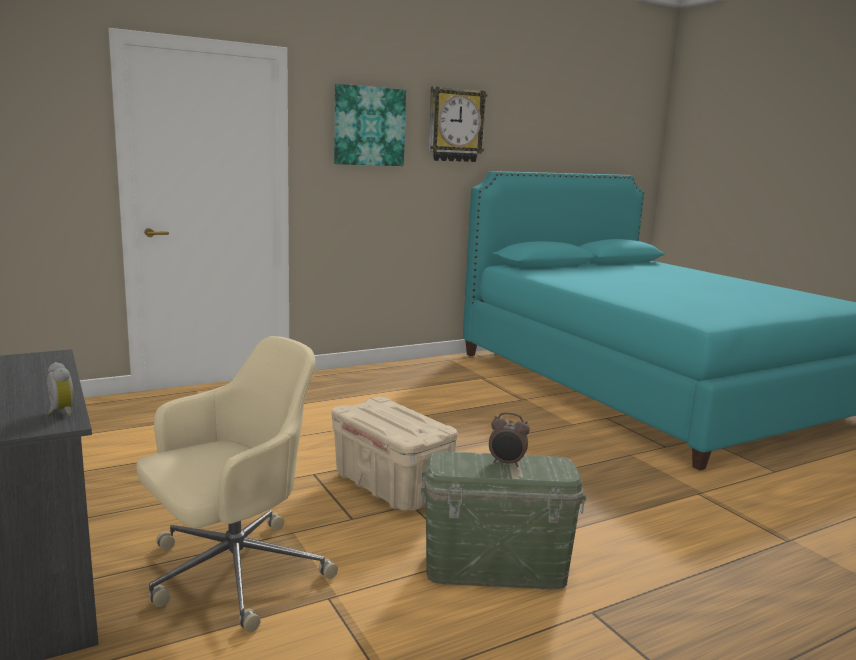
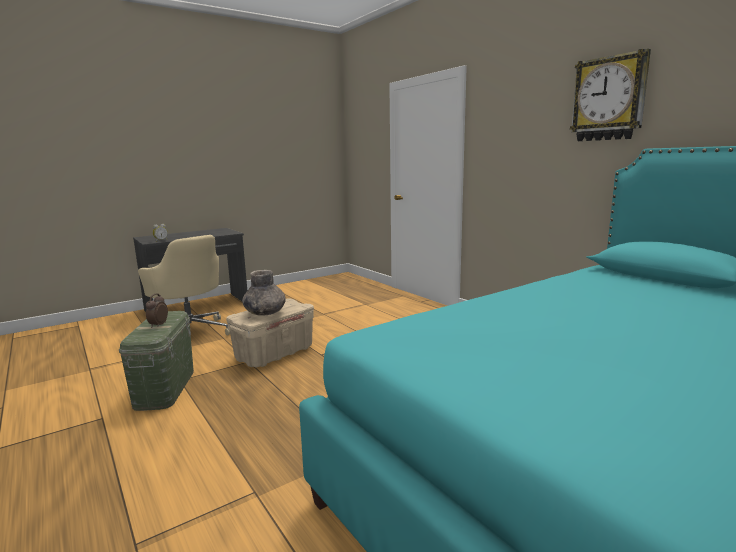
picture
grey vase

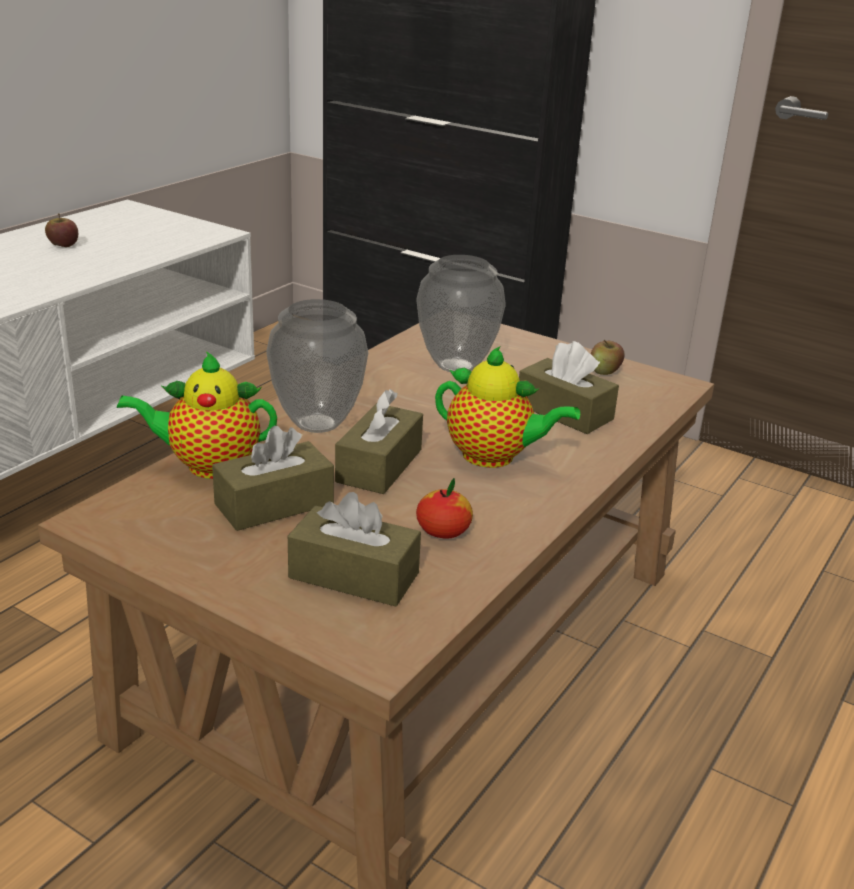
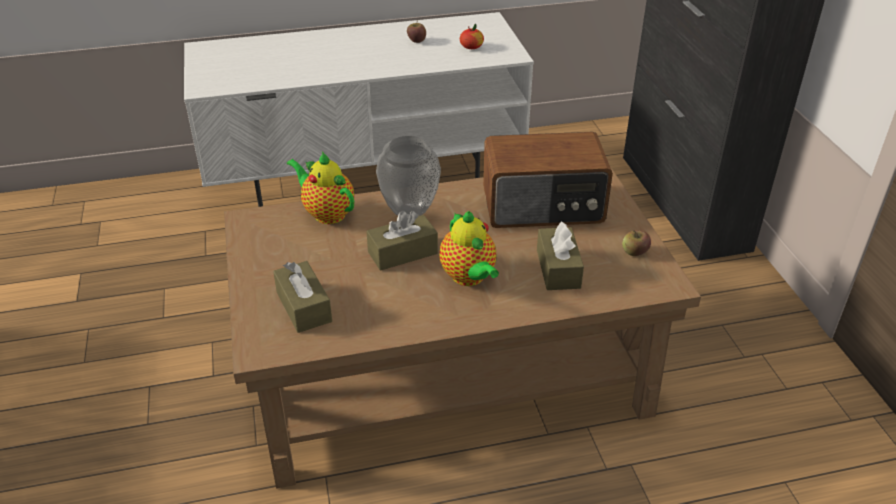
brown tissue box (no. 1 from left in the first image)
apple (no. 2 from left)
radio

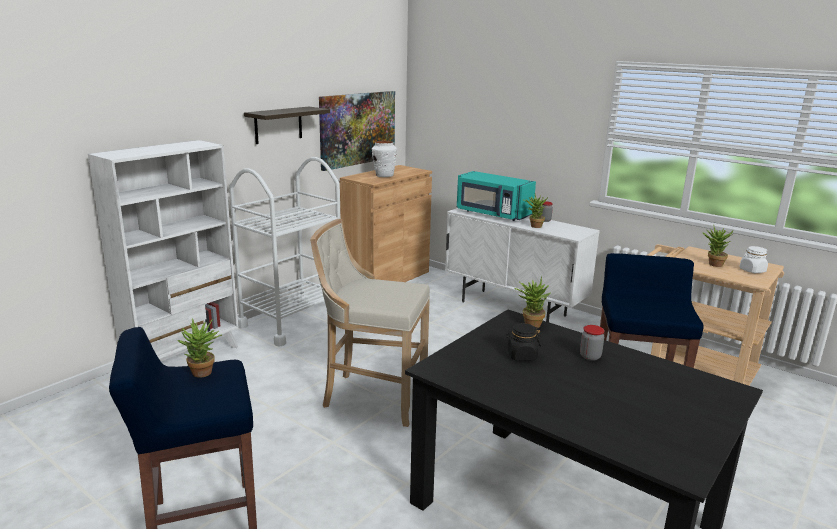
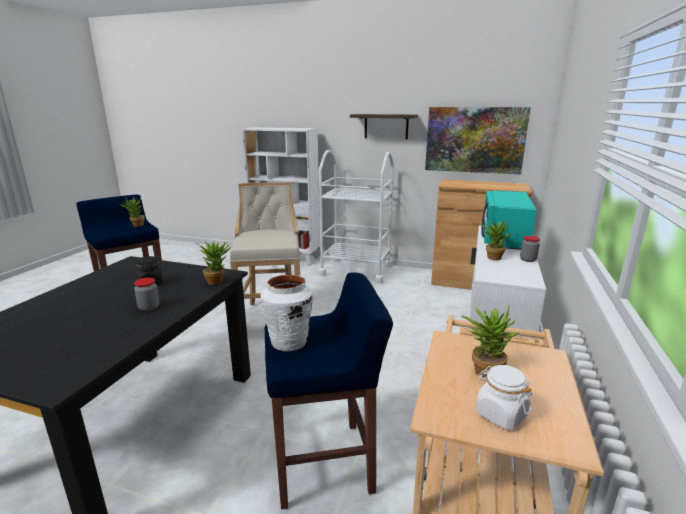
white vase

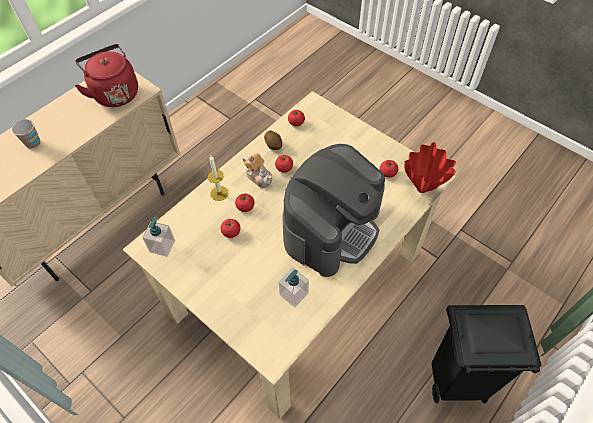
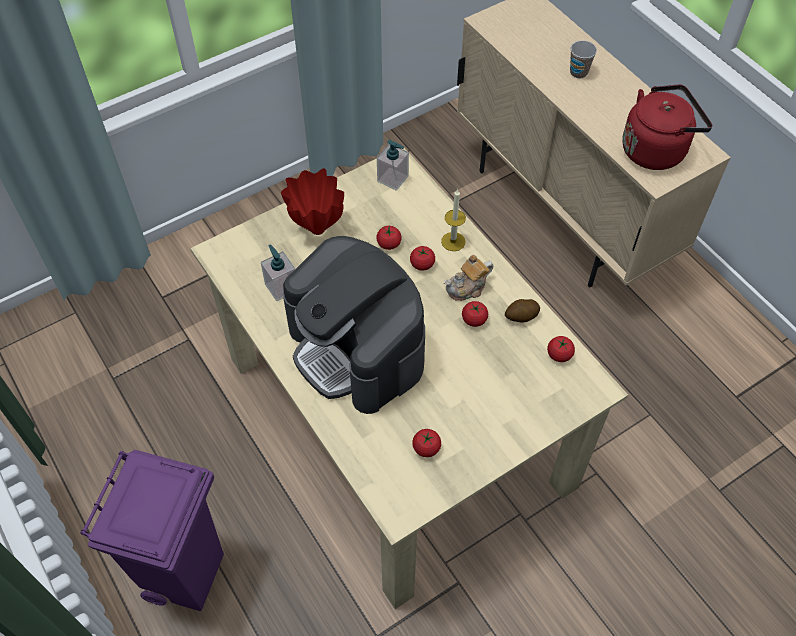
red vase
purple trash can

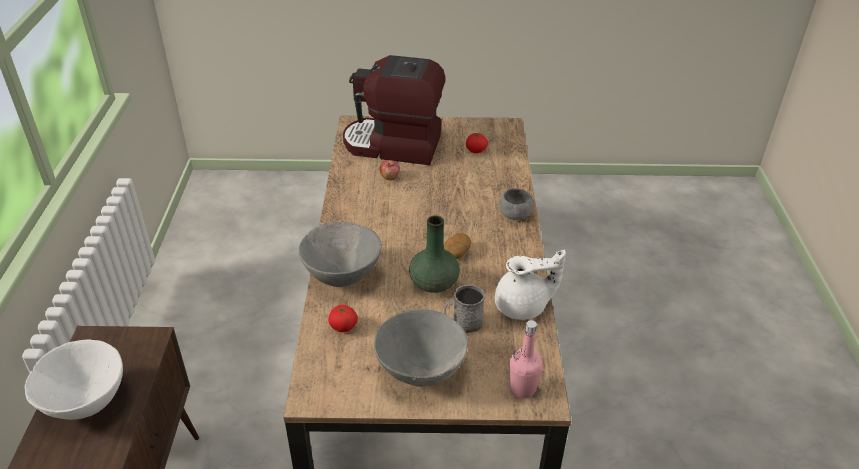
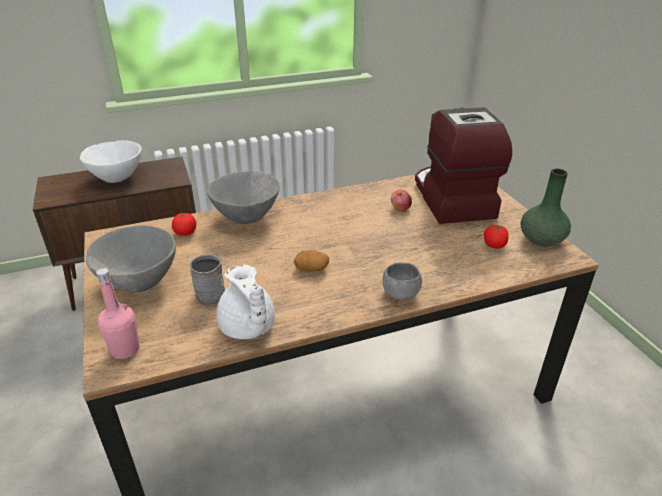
green vase

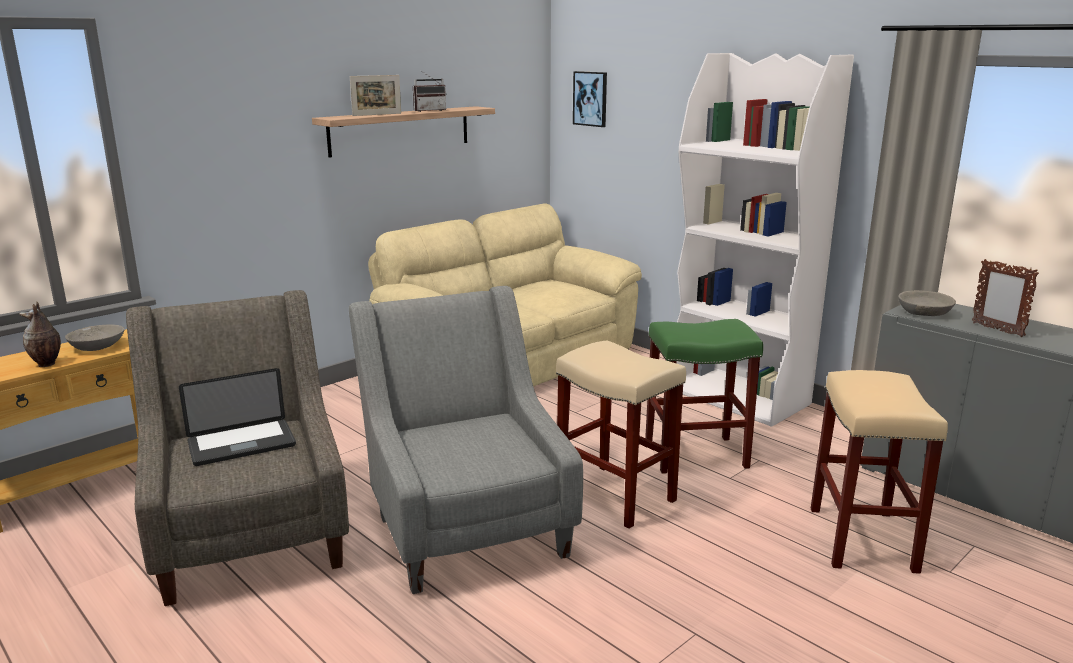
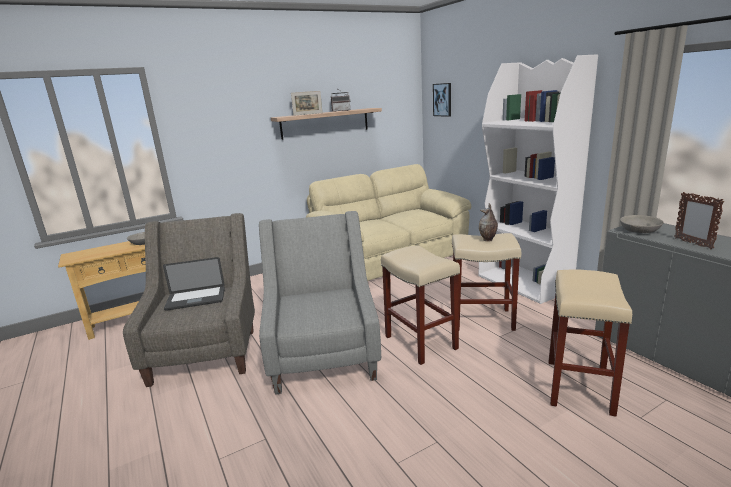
vase
beige stool (no. 2 from left)

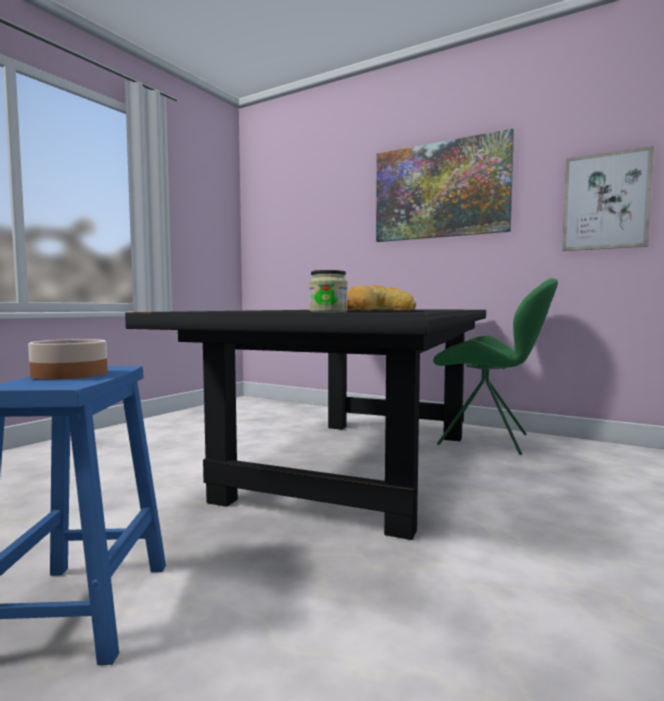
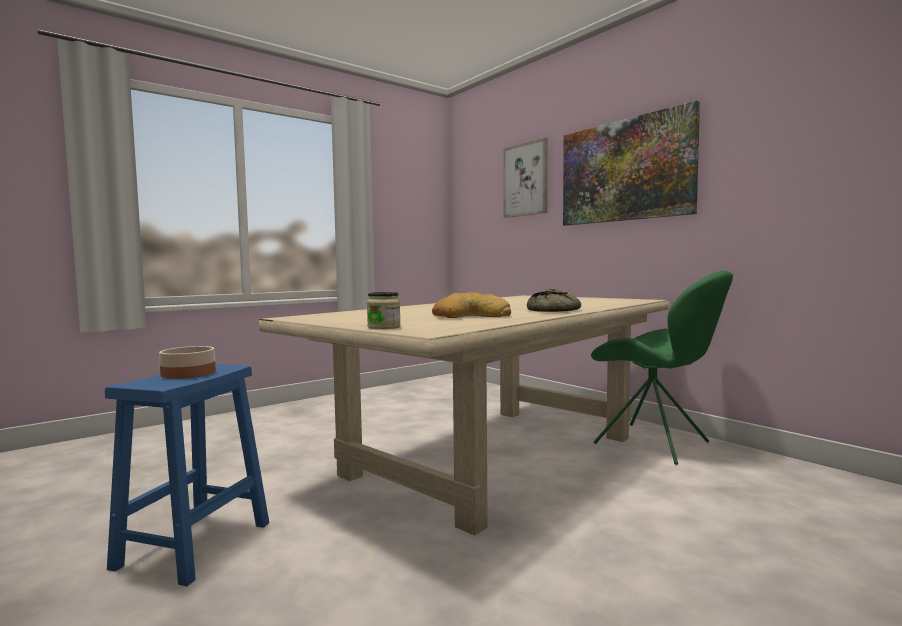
bread (no. 2 from left)
picture (no. 1 from left)
beige dining table

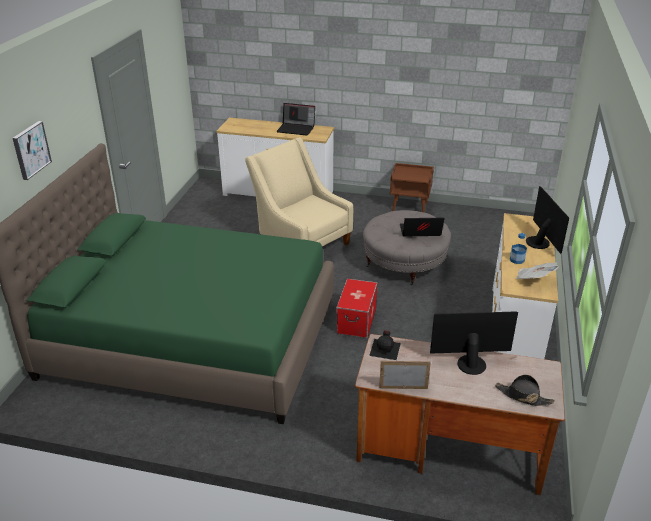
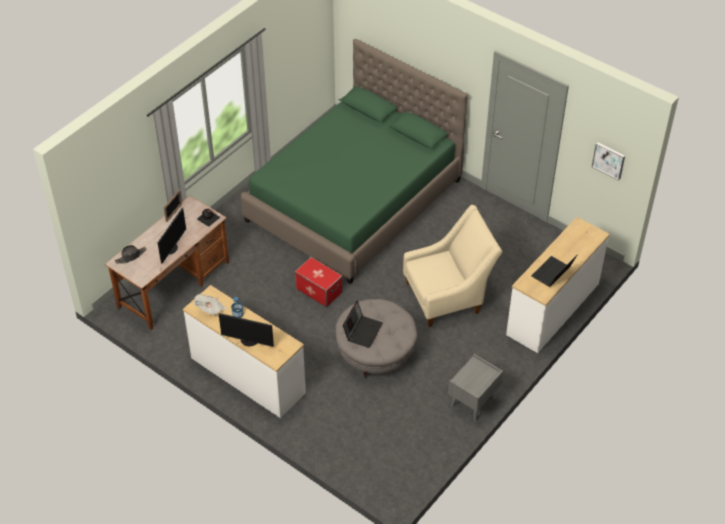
picture
grey nightstand

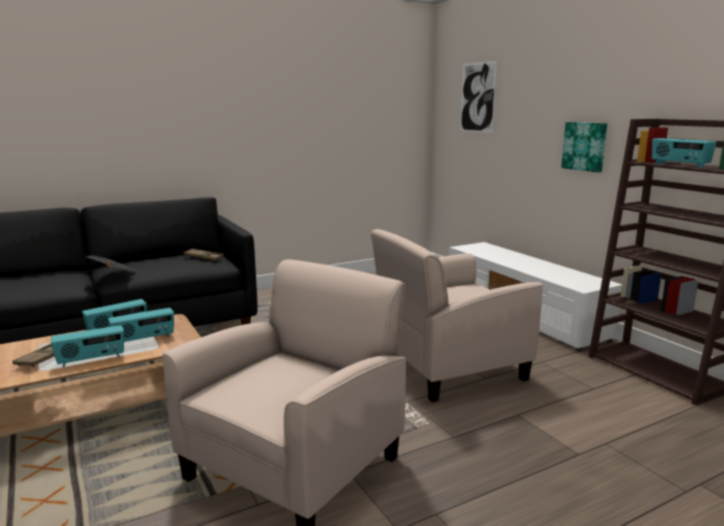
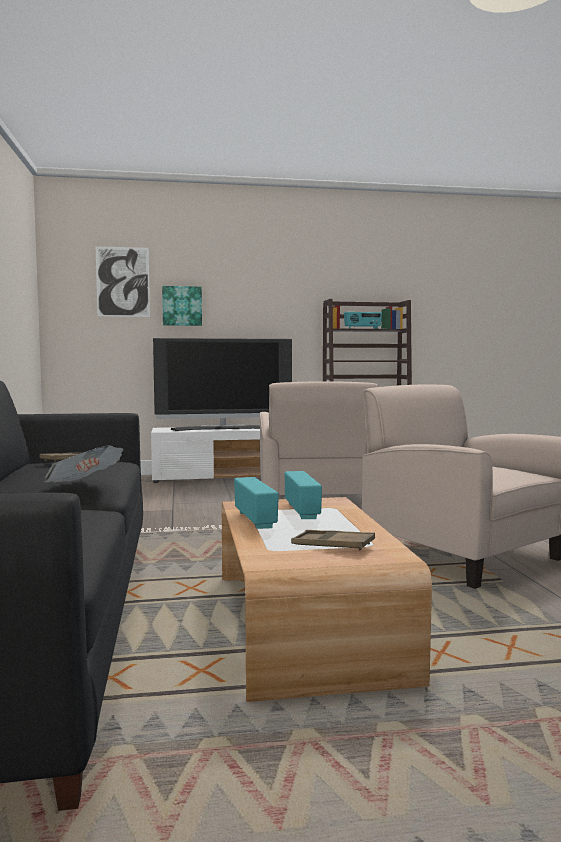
radio (no. 1 from left in the first image)
television
picture (no. 2 from left)

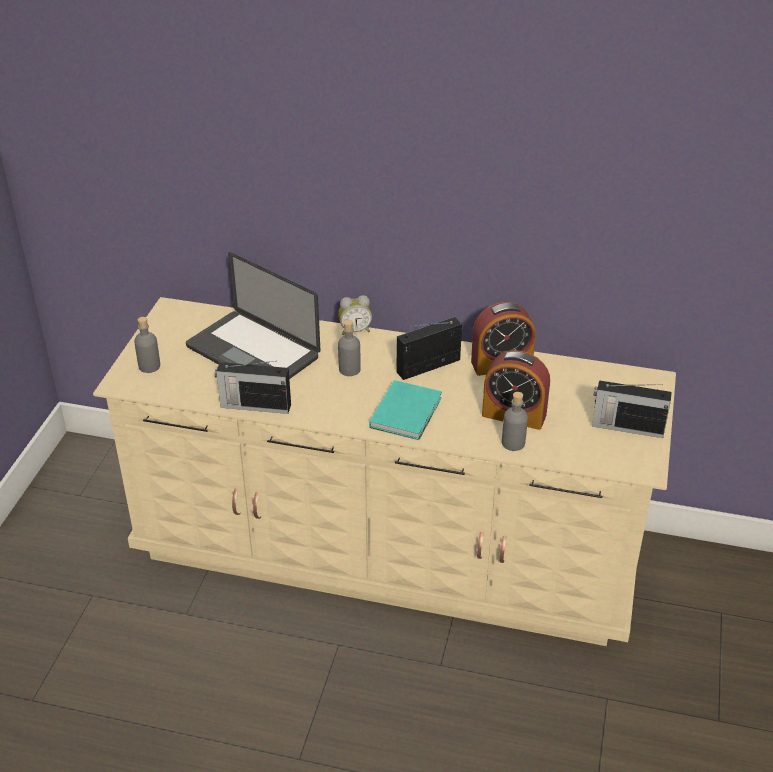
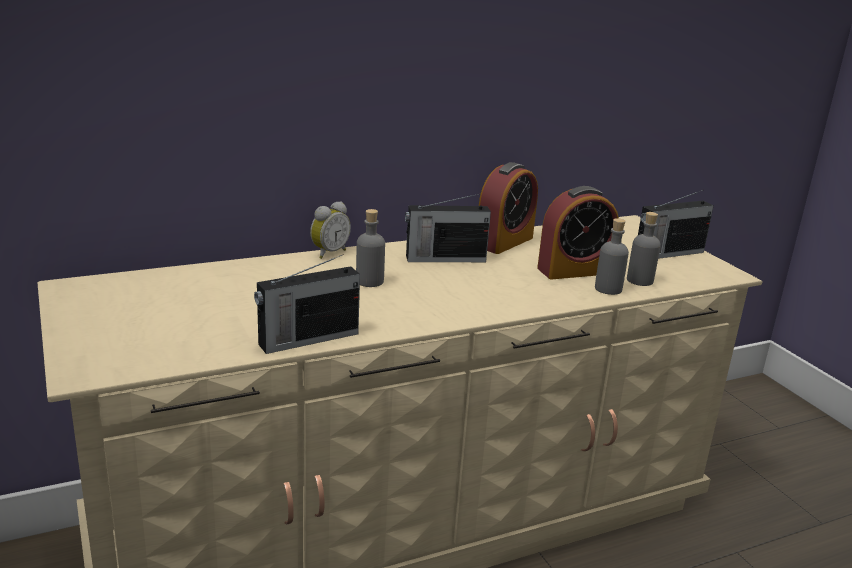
laptop
turquoise book
grey bottle (no. 3 from left)
radio (no. 2 from left)

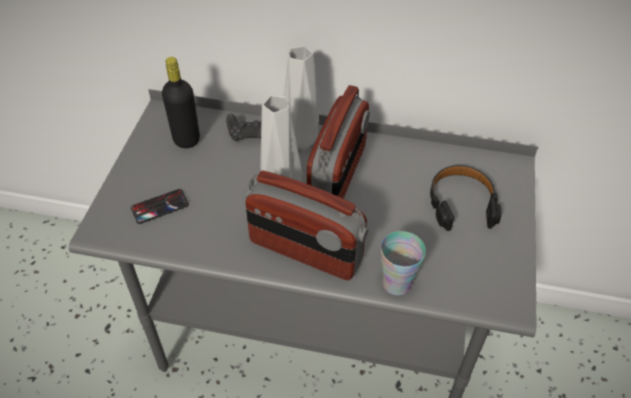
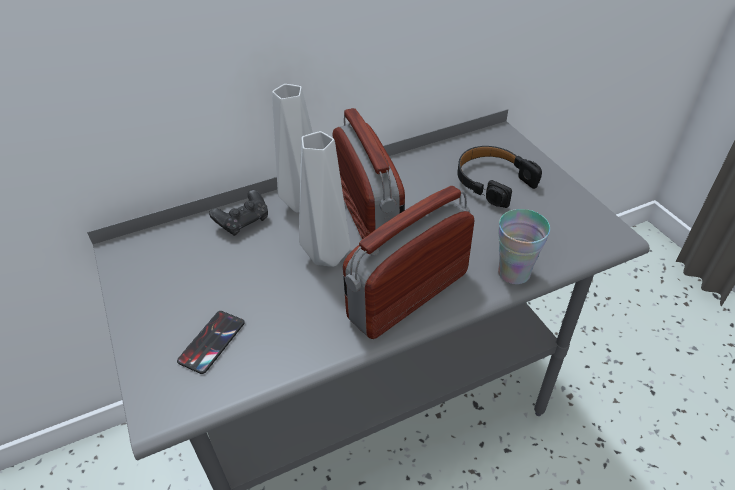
black bottle
radio (no. 2 from left)

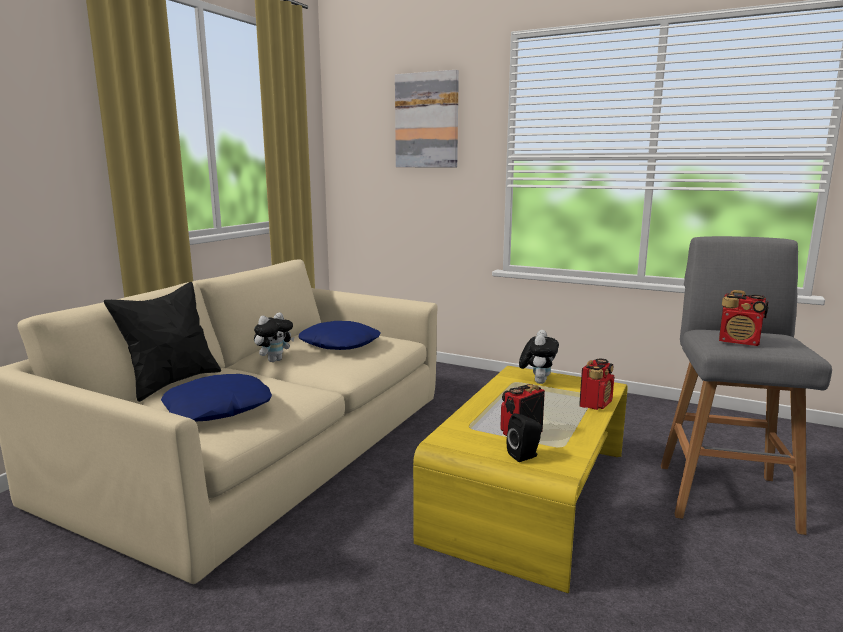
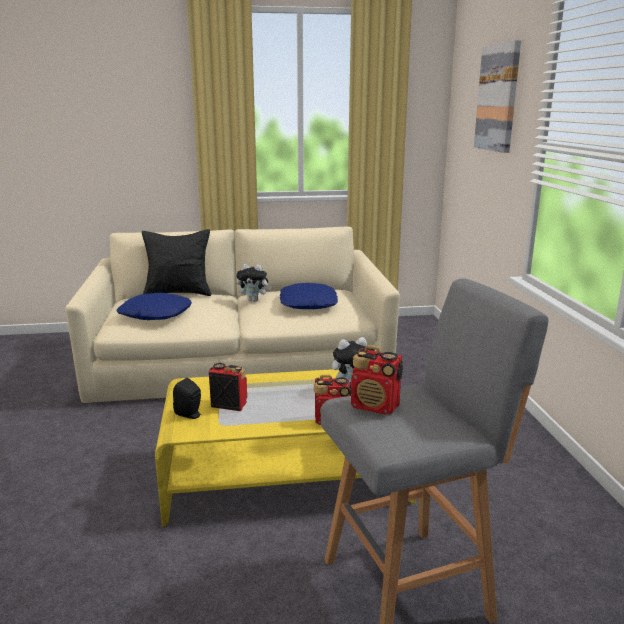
radio (no. 3 from left)

